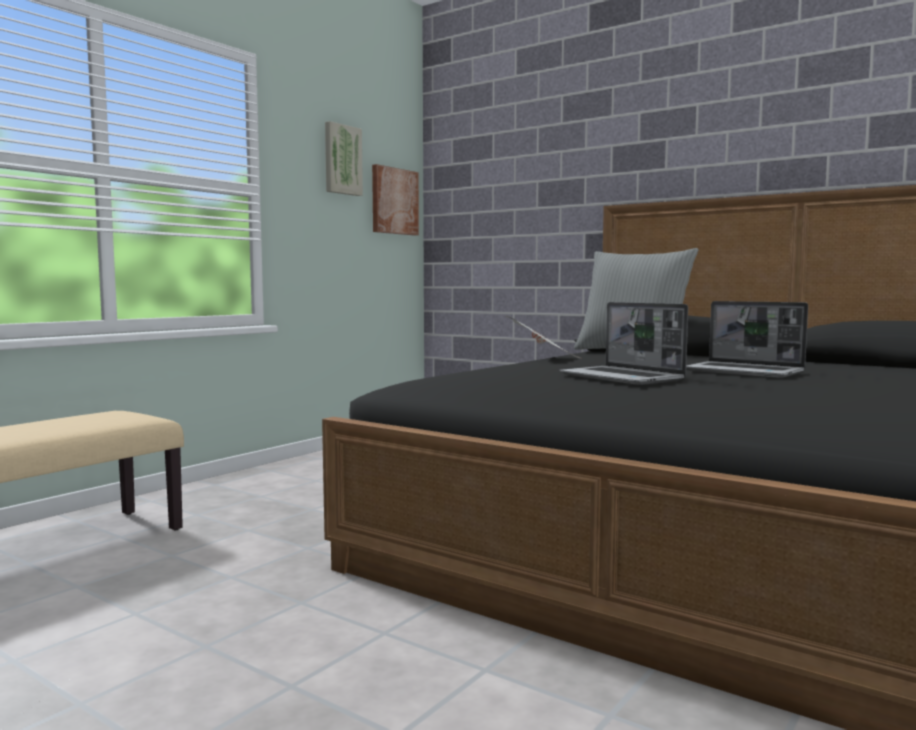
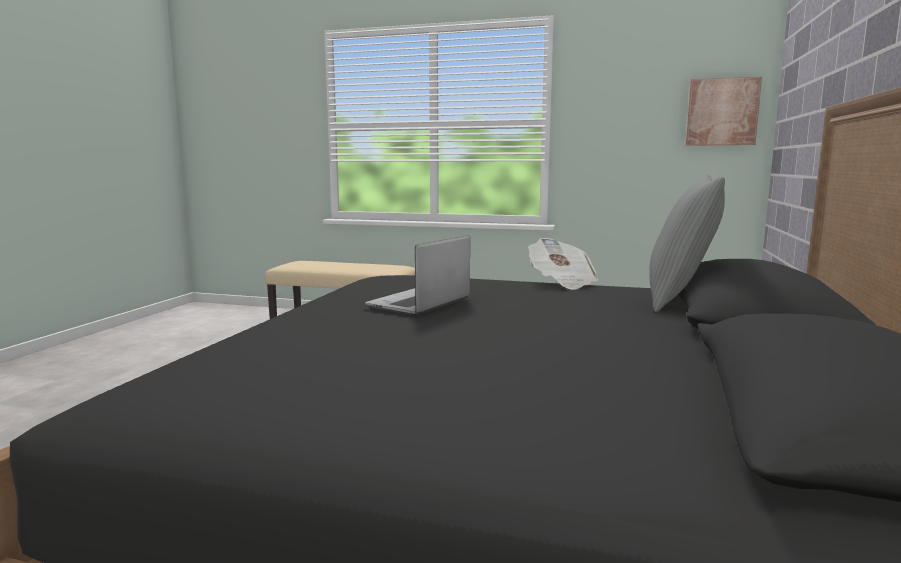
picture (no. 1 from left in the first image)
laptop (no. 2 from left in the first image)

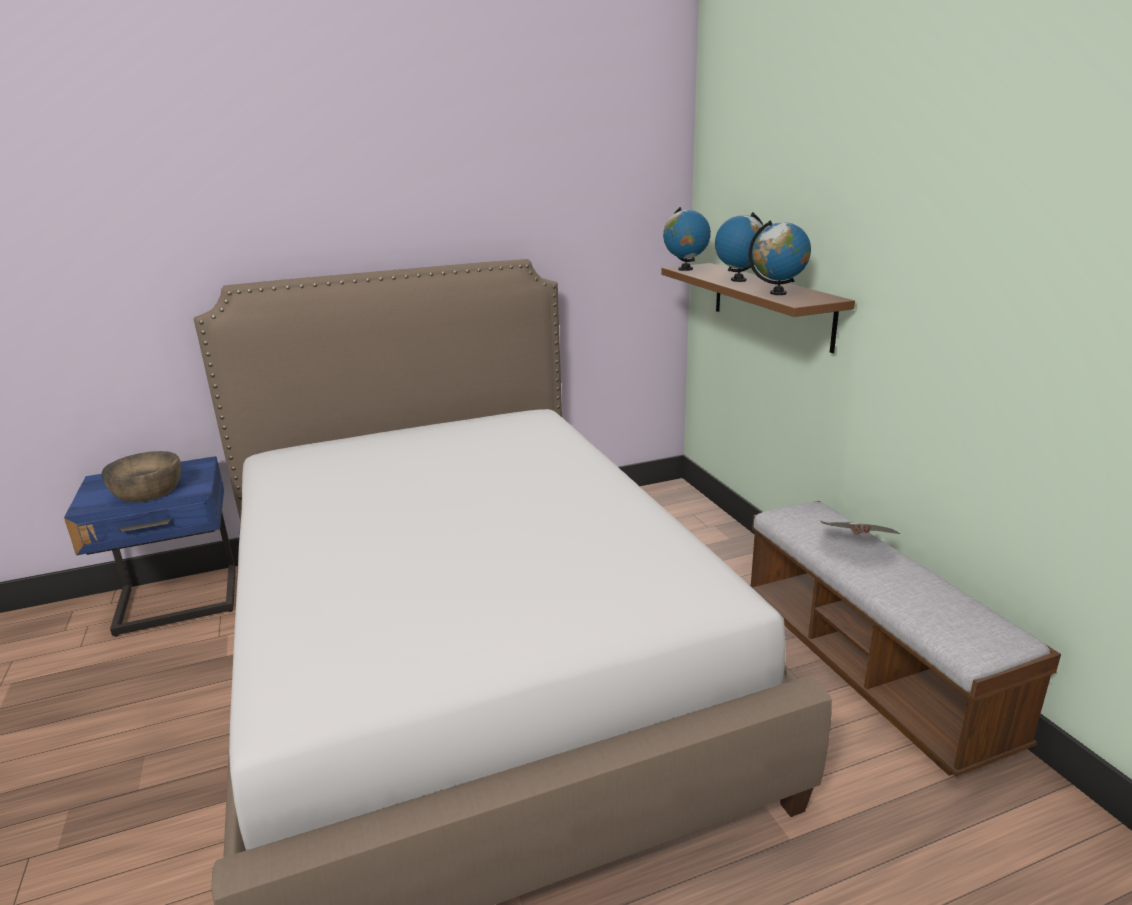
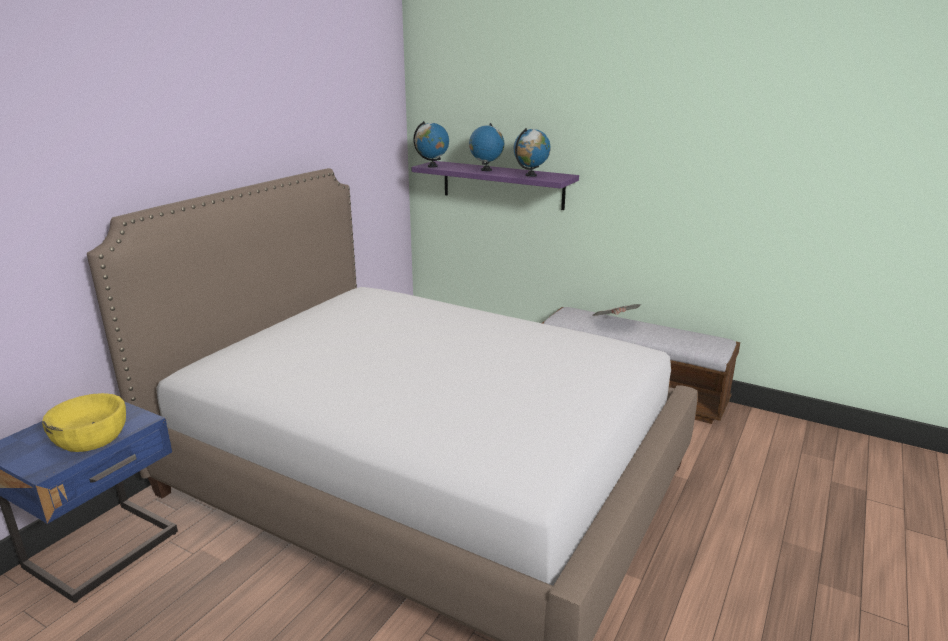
yellow bowl
purple shelf

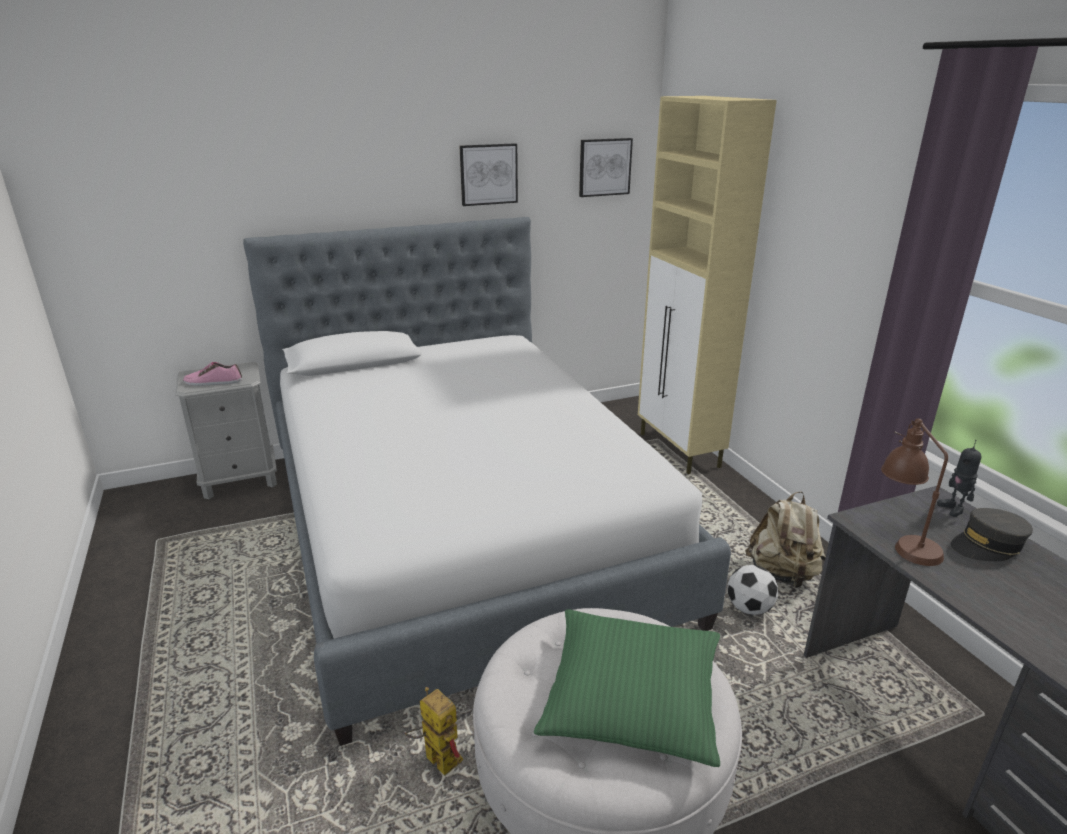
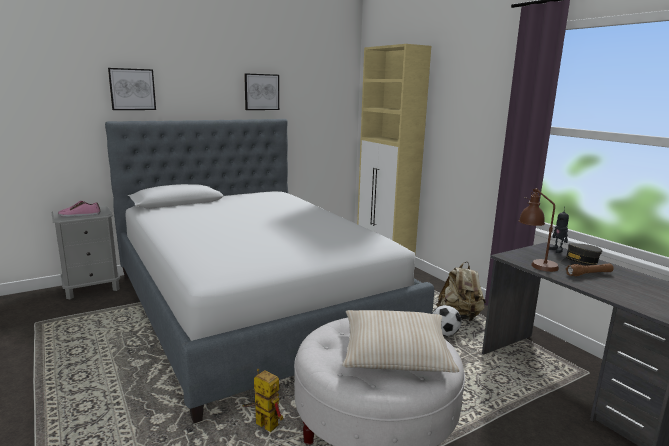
brown flashlight
picture (no. 1 from left)
beige pillow

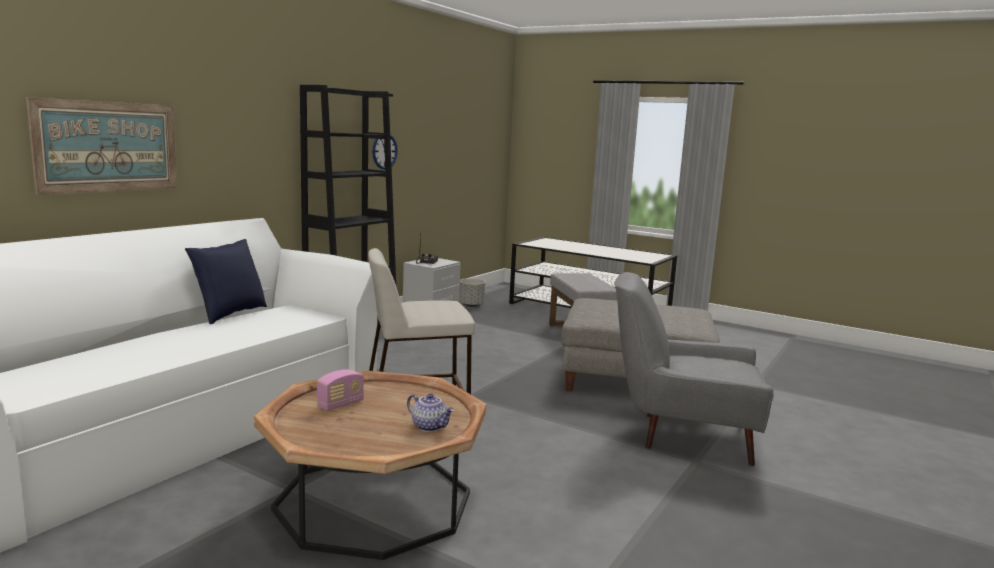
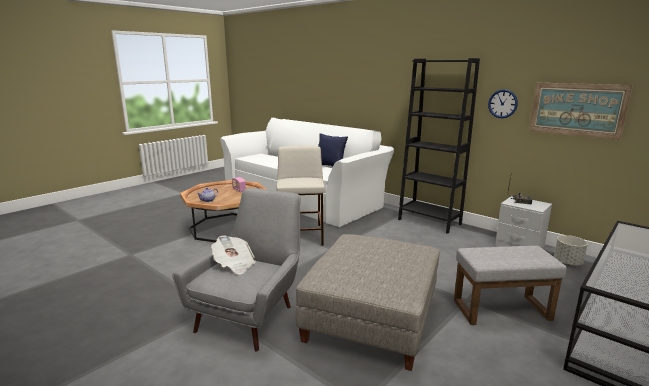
newspaper
picture

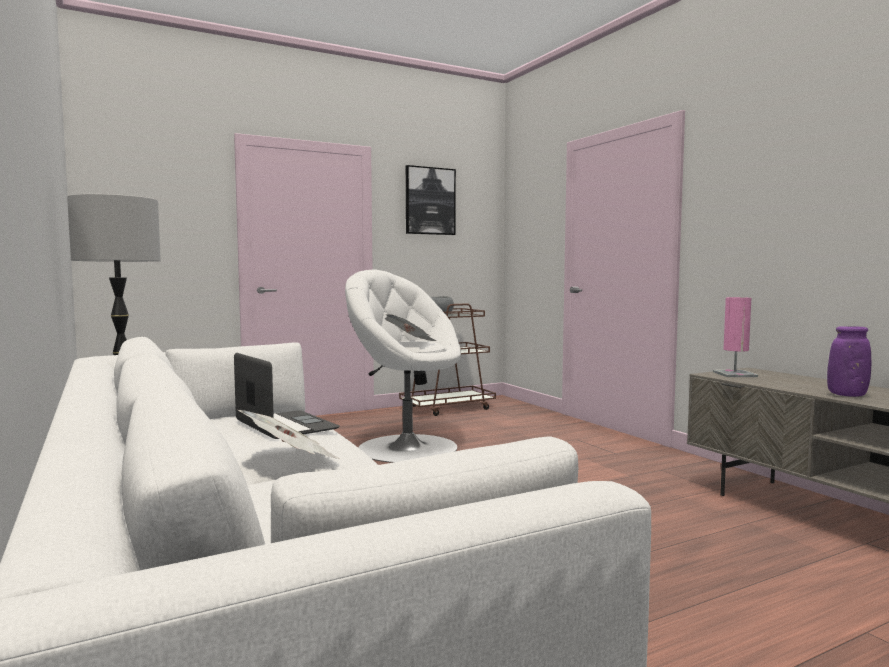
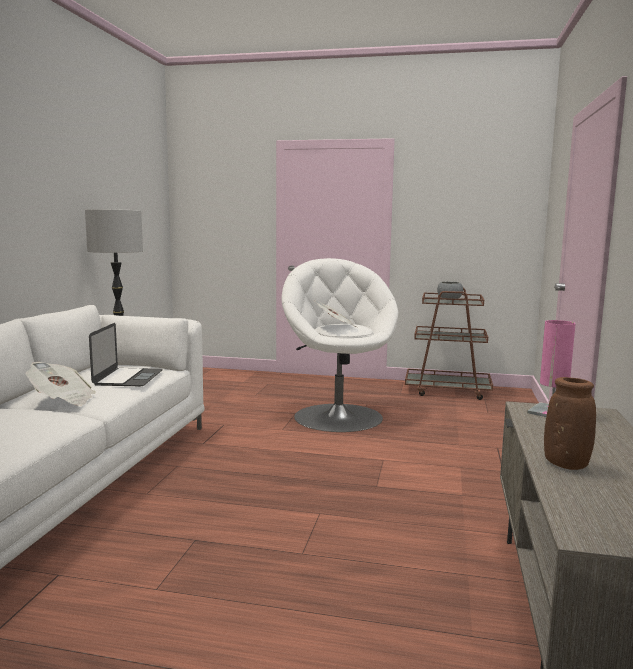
picture
brown vase

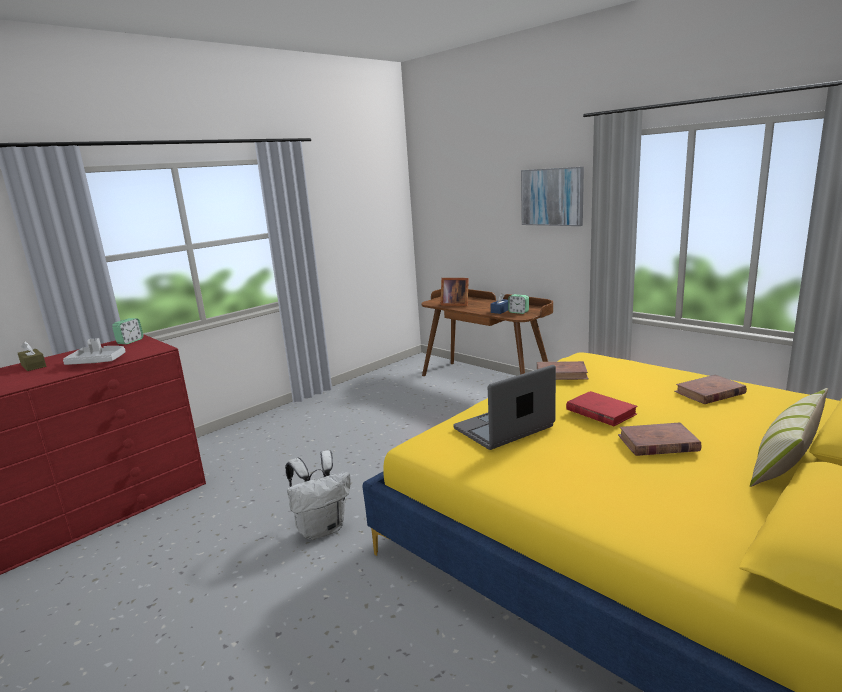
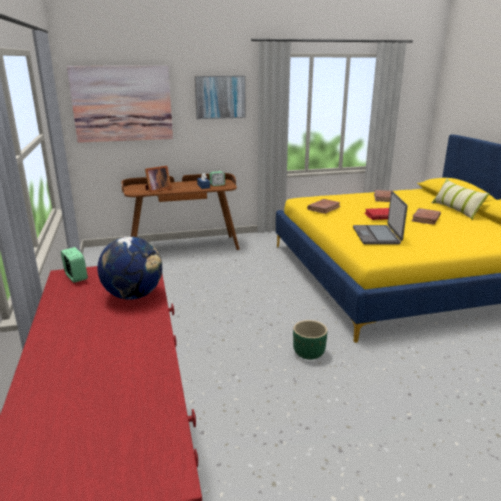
brown tissue box
picture (no. 1 from left)
globe
green planter

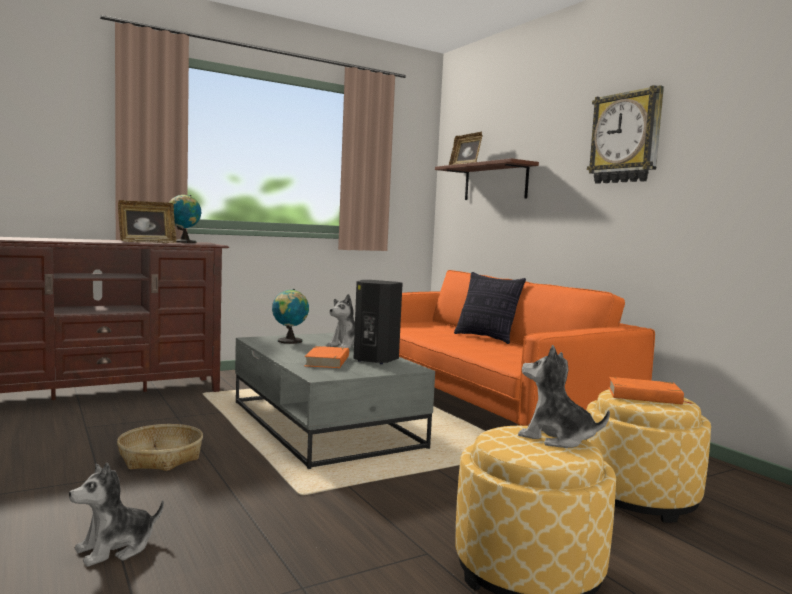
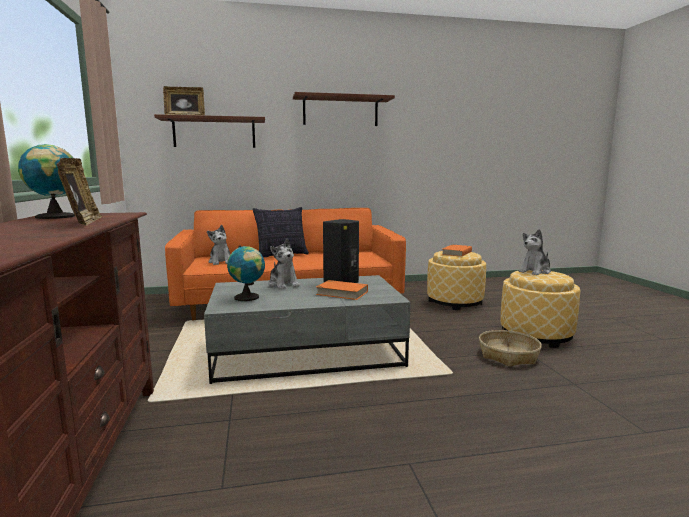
plush toy (no. 1 from left)
basket
brown shelf (no. 2 from left)

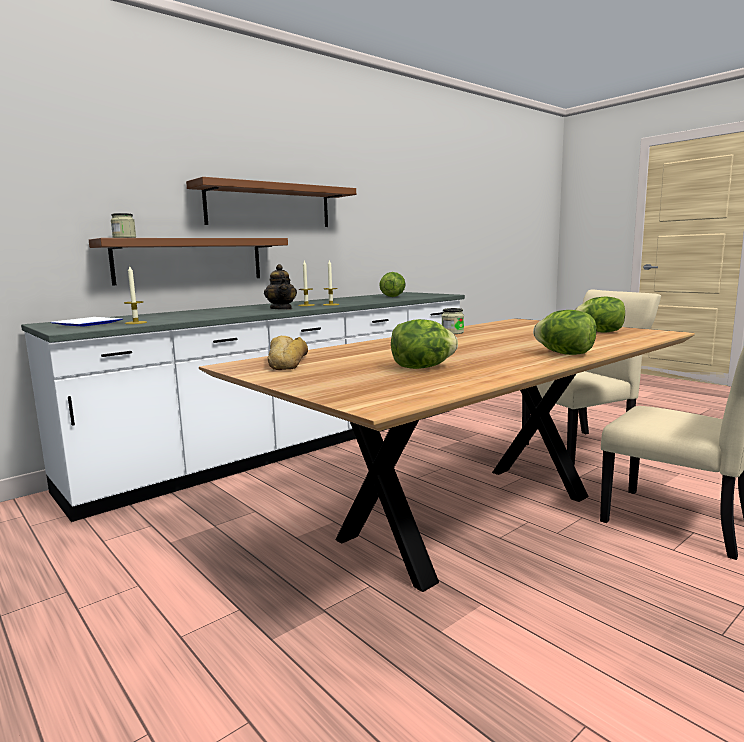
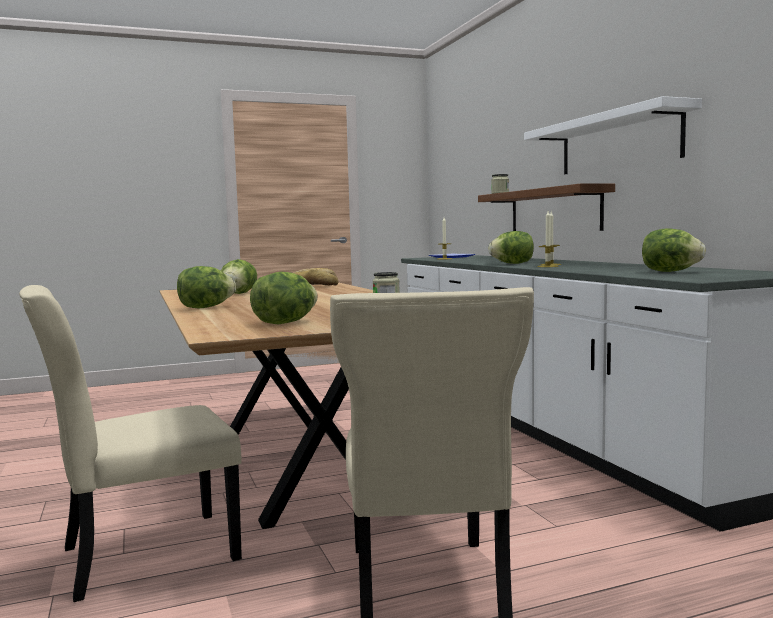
lettuce (no. 4 from left)
white shelf

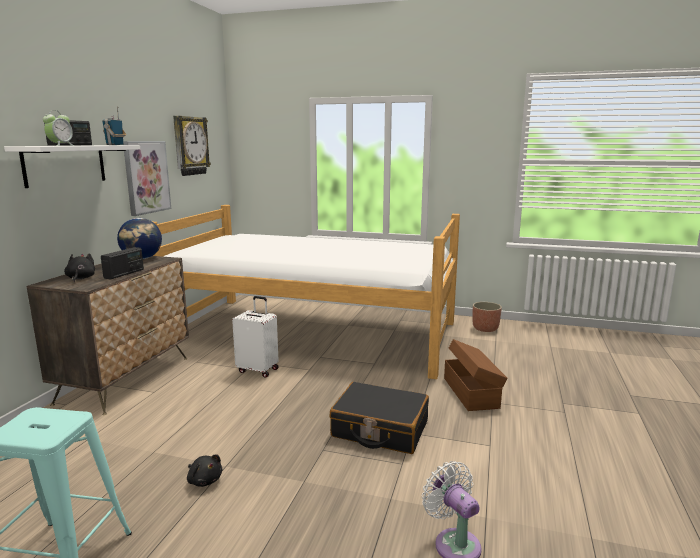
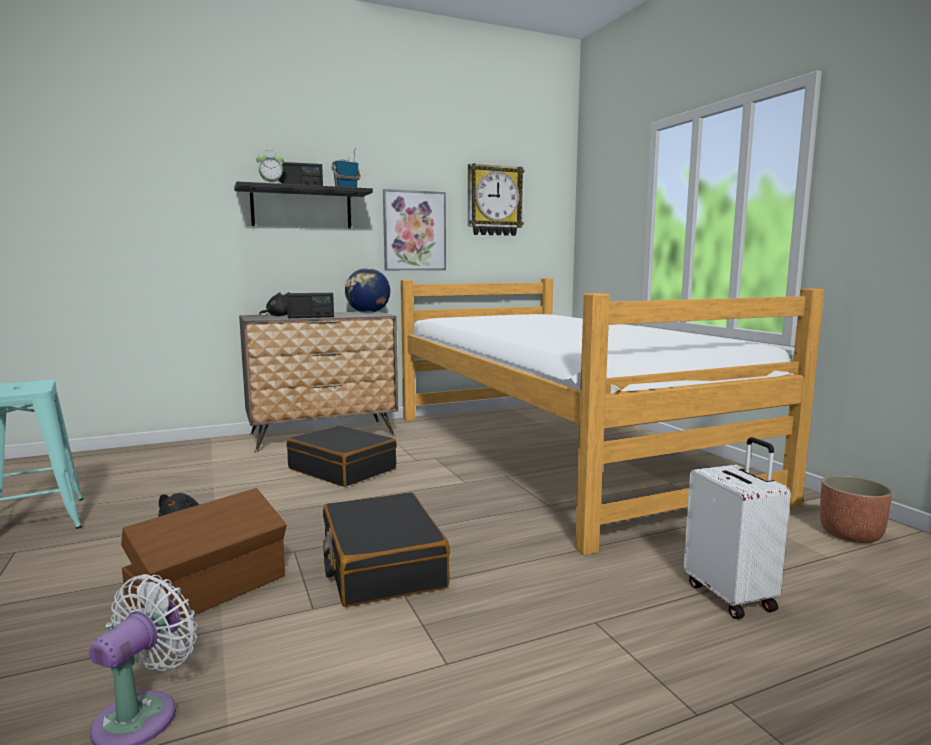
black suitcase (no. 1 from left)
white suitcase
brown storage box
black shelf

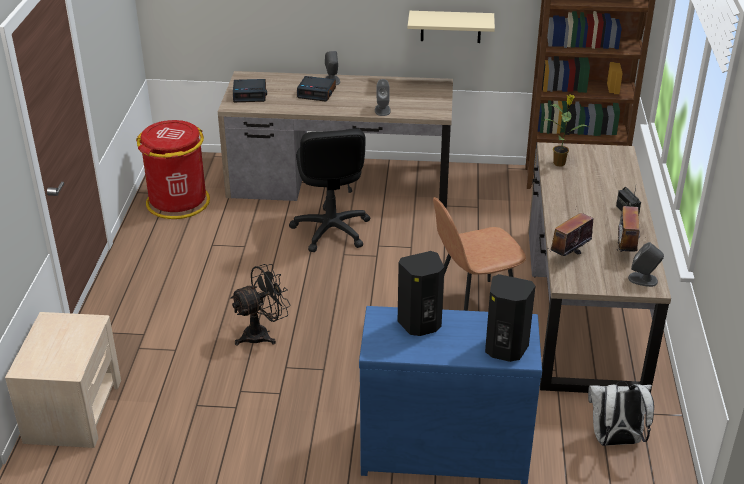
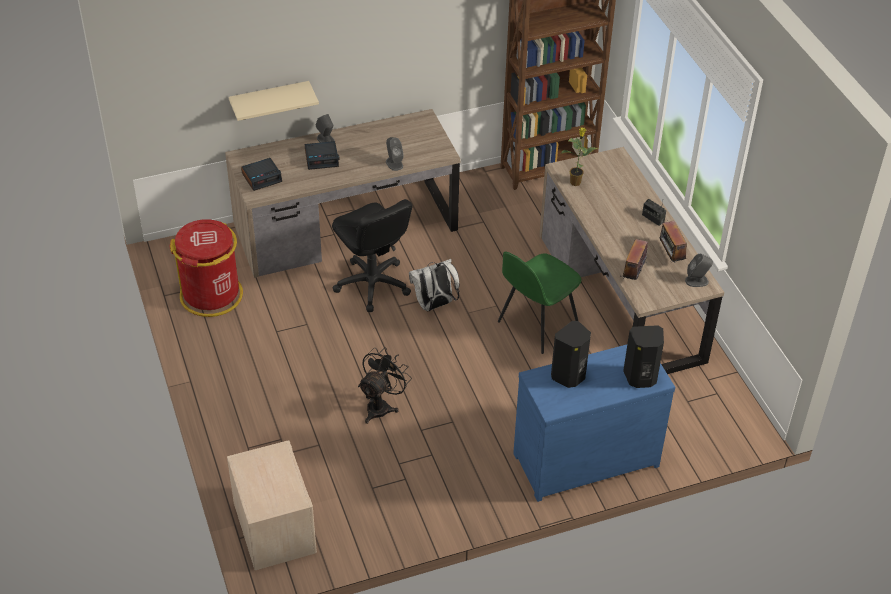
beige shelf
white backpack
green chair

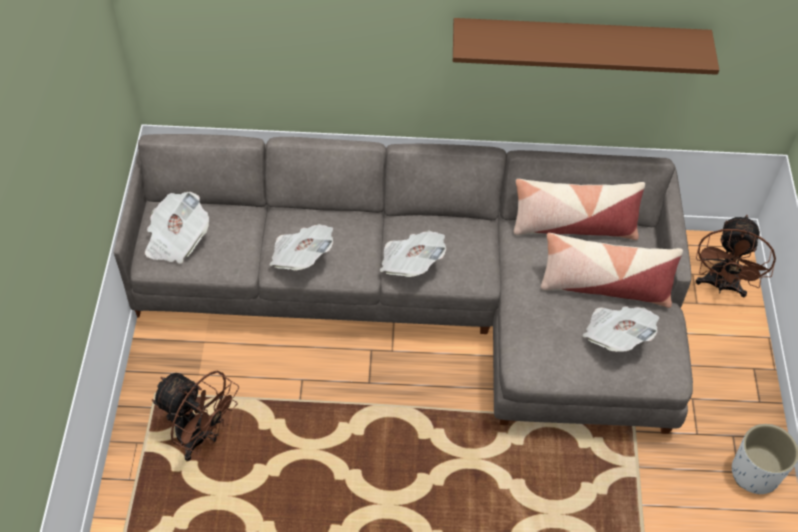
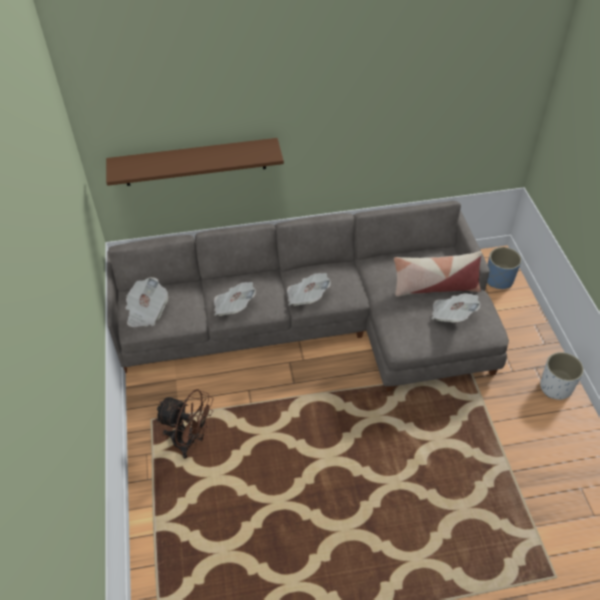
pillow (no. 1 from left in the first image)
brown shelf
blue planter

